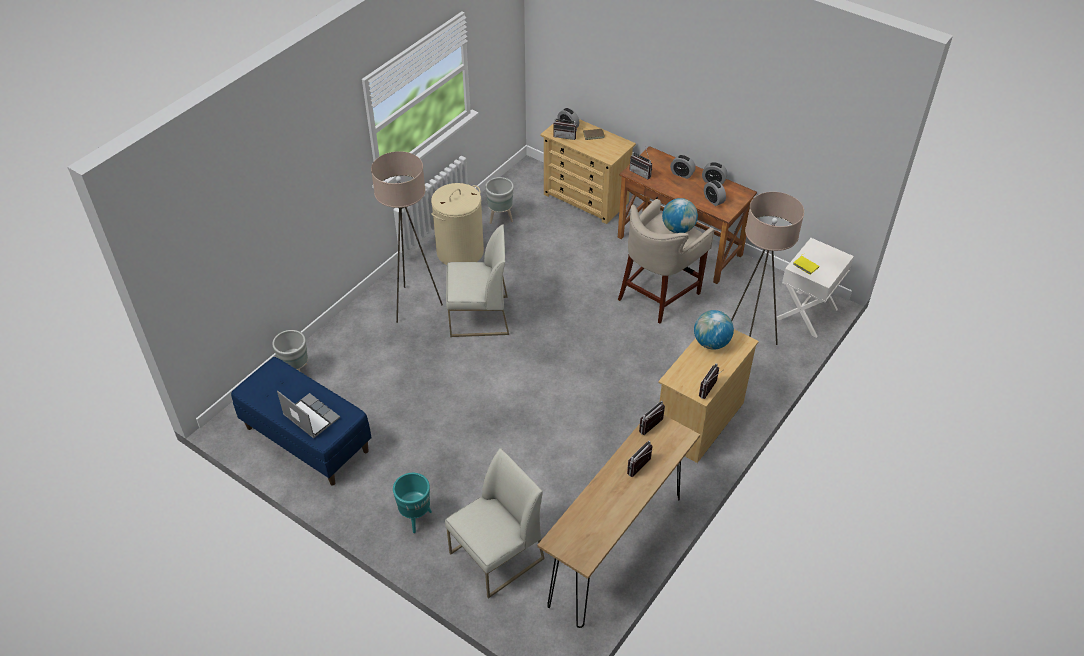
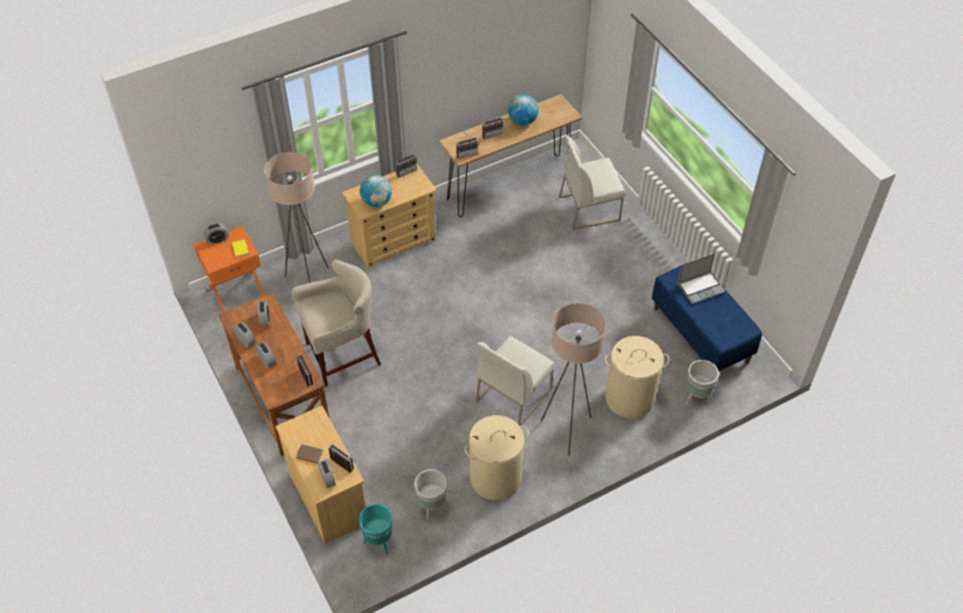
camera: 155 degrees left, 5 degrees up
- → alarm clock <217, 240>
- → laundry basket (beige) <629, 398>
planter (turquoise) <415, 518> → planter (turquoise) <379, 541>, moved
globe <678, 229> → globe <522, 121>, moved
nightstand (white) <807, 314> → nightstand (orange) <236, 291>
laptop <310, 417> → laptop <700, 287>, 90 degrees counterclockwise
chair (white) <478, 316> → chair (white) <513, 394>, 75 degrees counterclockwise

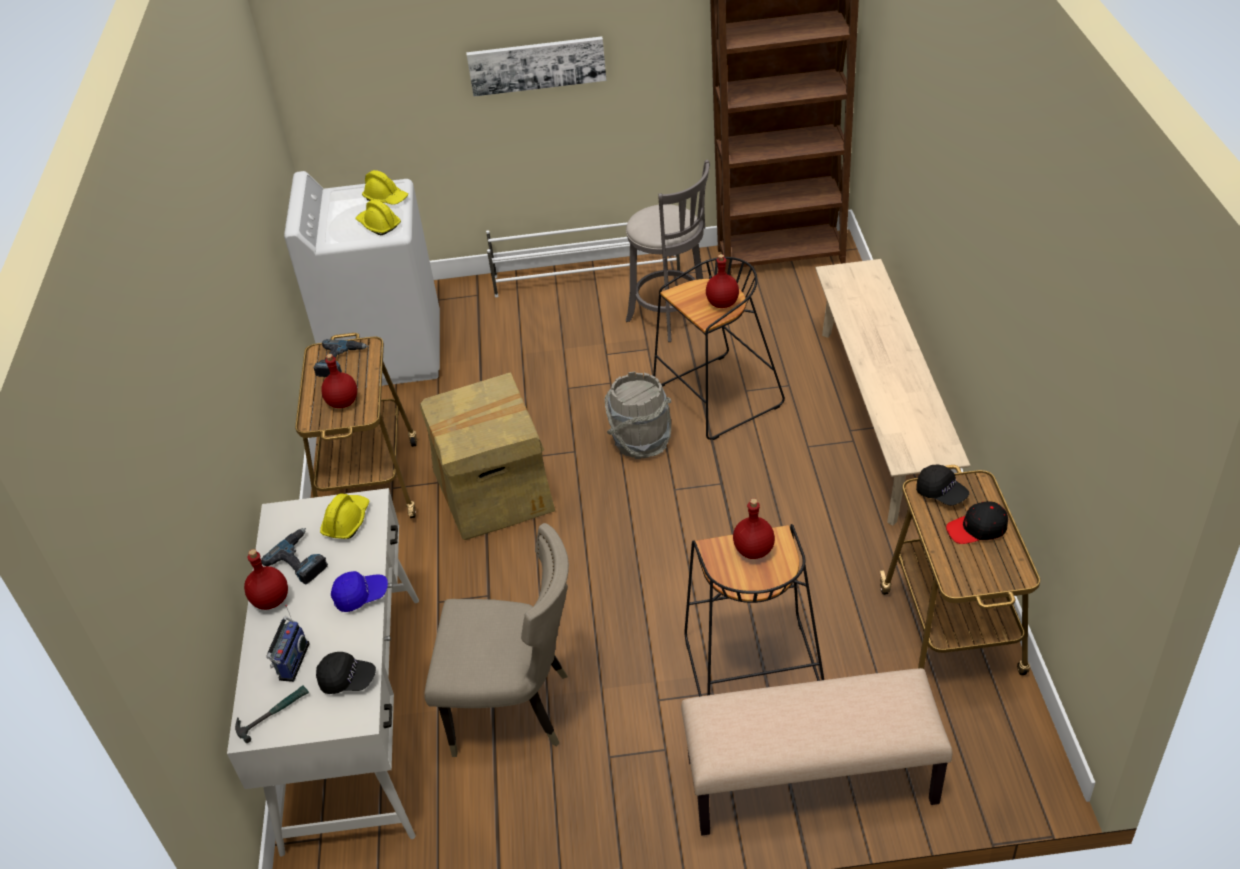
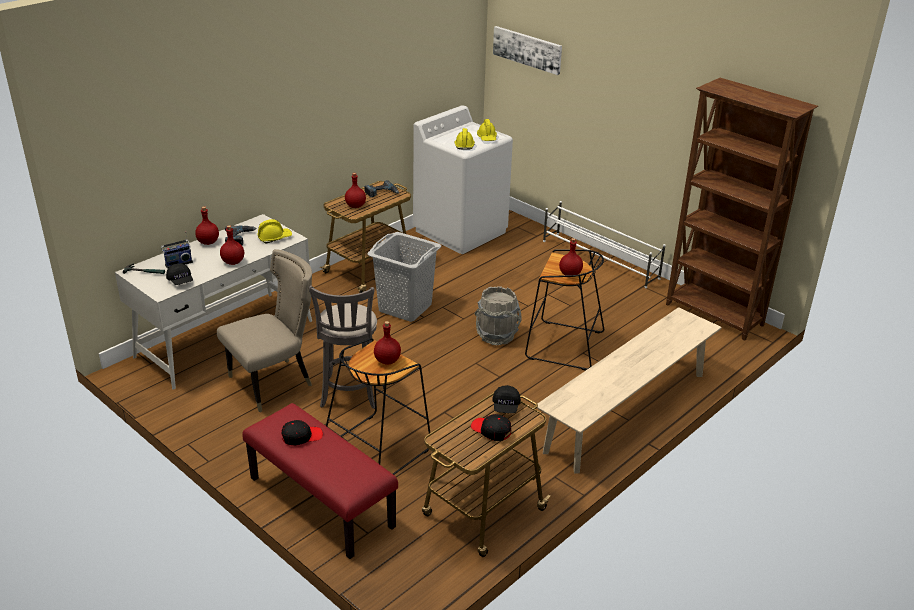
camera: 45 degrees right, 10 degrees down
- → cap (black) <301, 436>
picture <537, 65> → picture <527, 49>, moved
stool (grey) <672, 317> → stool (grey) <349, 395>, moved
cap (blue) <361, 596> → bottle (red) <233, 262>
cardboard box <493, 492> → laundry basket (grey) <405, 308>
bench (beige) <810, 782> → bench (red) <320, 503>
chair (beige) <516, 709> → chair (beige) <274, 382>, 90 degrees counterclockwise

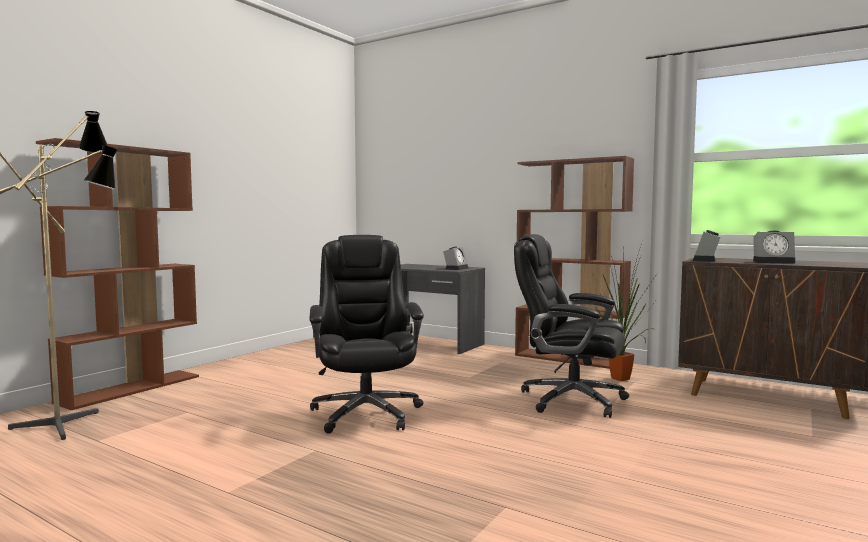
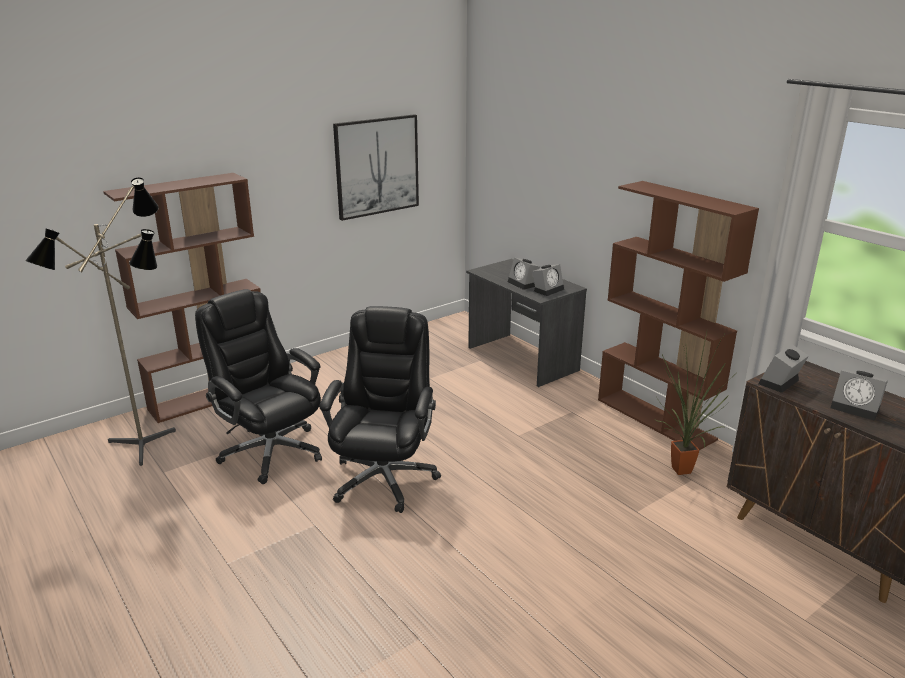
camera: 20 degrees right, 20 degrees up
- → picture <377, 166>
- → alarm clock <524, 284>
office chair (black) <569, 400> → office chair (black) <270, 451>, moved

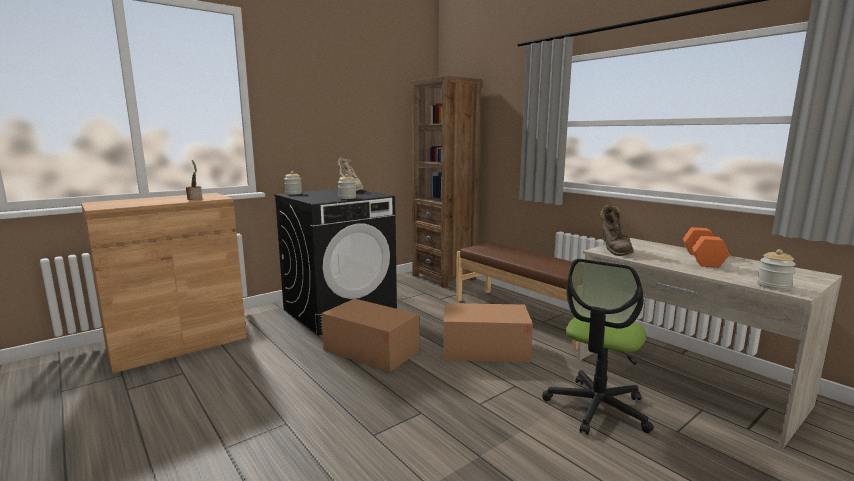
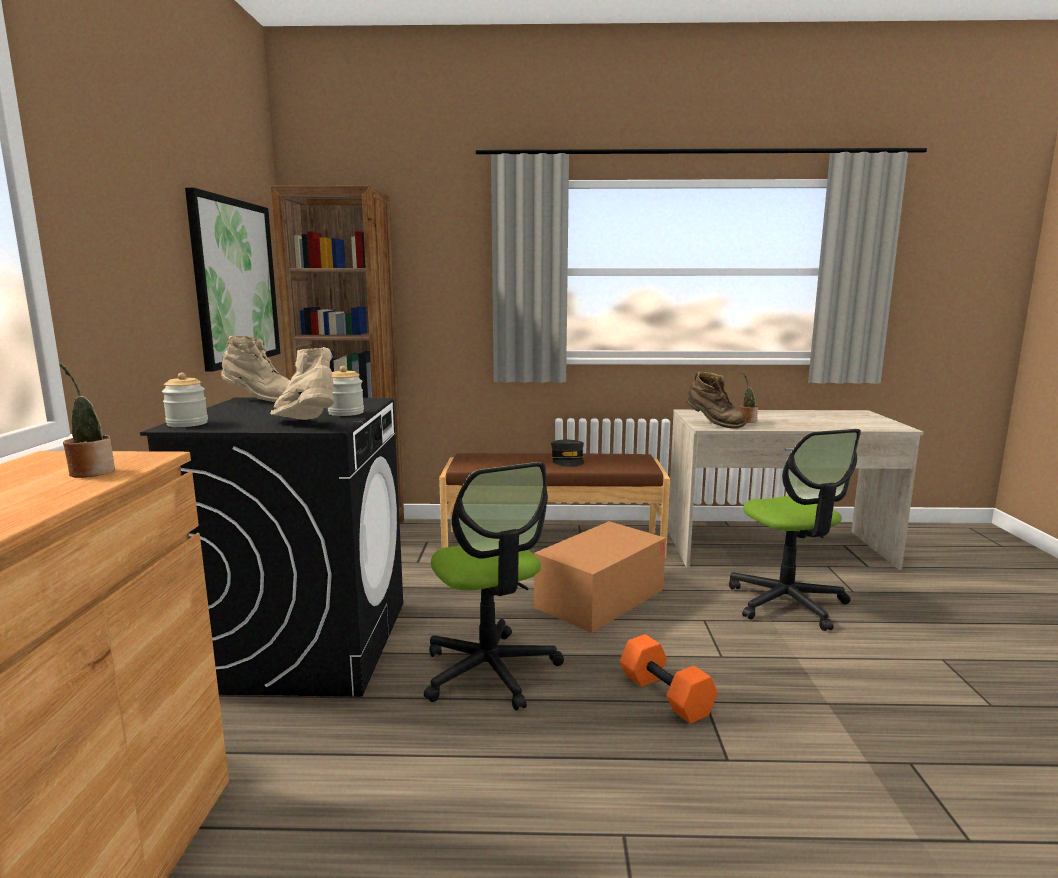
camera: 50 degrees left, 0 degrees up
jar <773, 286> → -
- → picture <235, 282>
- → boot (beige) <307, 425>
- → cap (grey) <568, 460>
- → potted plant <746, 420>
dumbbell (orange) <703, 259> → dumbbell (orange) <667, 695>, moved
cardboard box <371, 350> → office chair <490, 671>

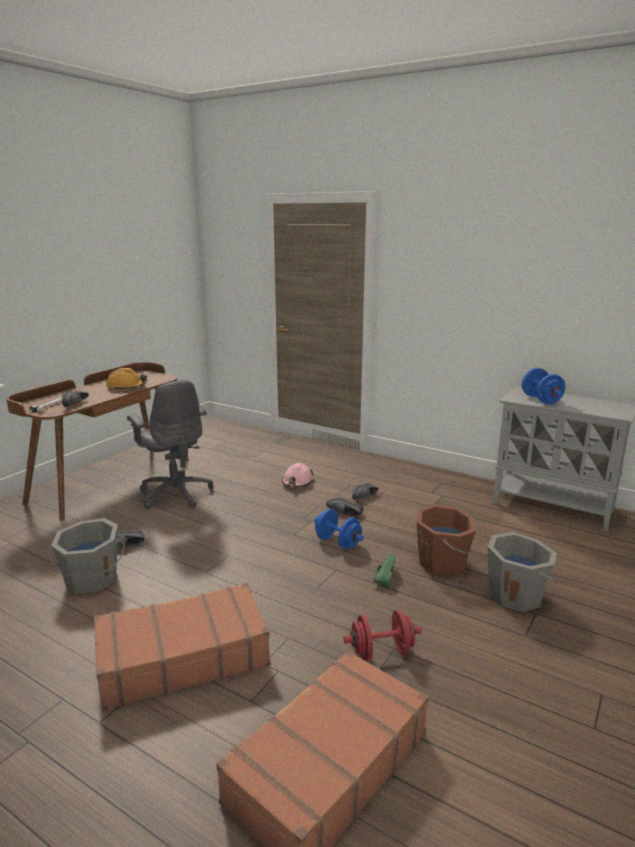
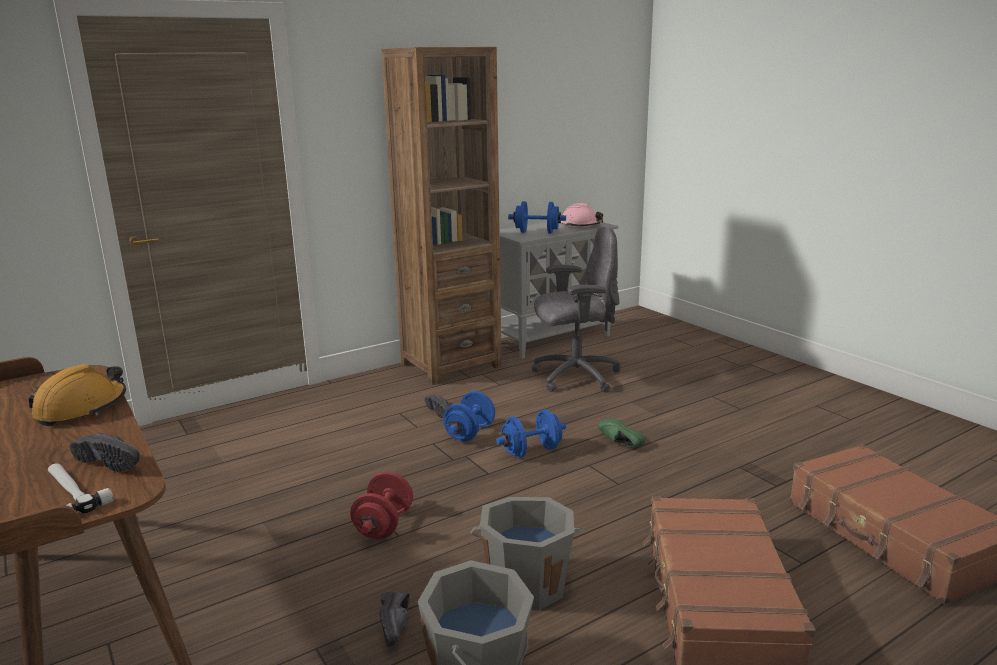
camera: 65 degrees left, 0 degrees up
bucket (brown) <443, 562> → -
- → bookcase (brown) <450, 365>
office chair (grey) <175, 494> → office chair (grey) <575, 376>, moved
hard hat (pink) <297, 482> → hard hat (pink) <581, 225>, moved
dumbbell (red) <381, 652> → dumbbell (red) <384, 525>, moved
bucket (grey) <516, 595> → bucket (grey) <527, 584>, moved
shoe (black) <344, 514> → dumbbell (blue) <470, 433>

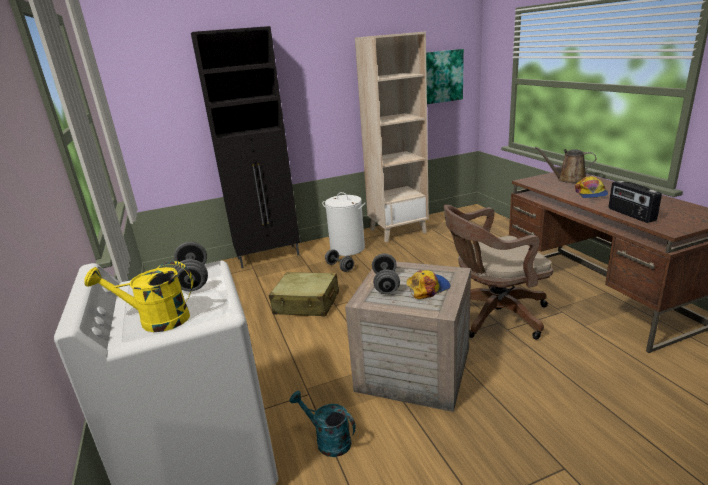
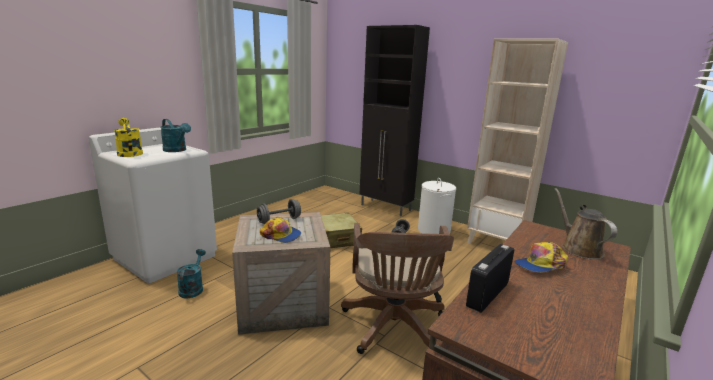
camera: 55 degrees right, 5 degrees down
picture <440, 76> → -
dumbbell (grey) <193, 279> → watering can (turquoise) <177, 150>
office chair (brown) <492, 315> → office chair (brown) <394, 329>, 135 degrees counterclockwise

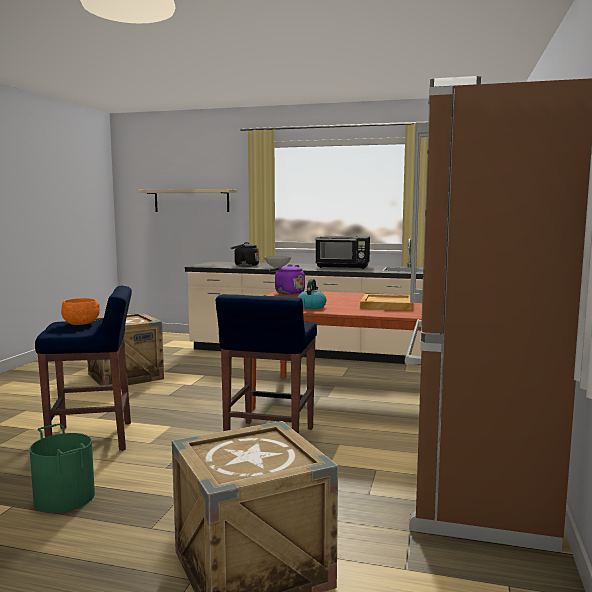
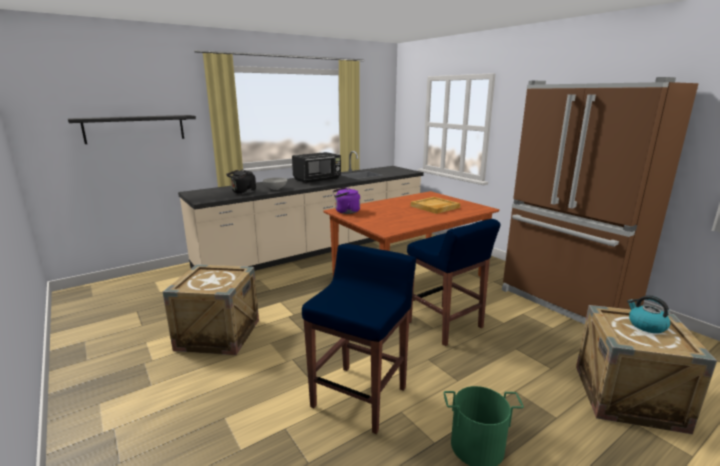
camera: 50 degrees left, 10 degrees up
bowl (orange) <81, 323> → -
kettle <311, 307> → kettle <646, 325>, moved
shelf (beige) <191, 201> → shelf (black) <135, 129>

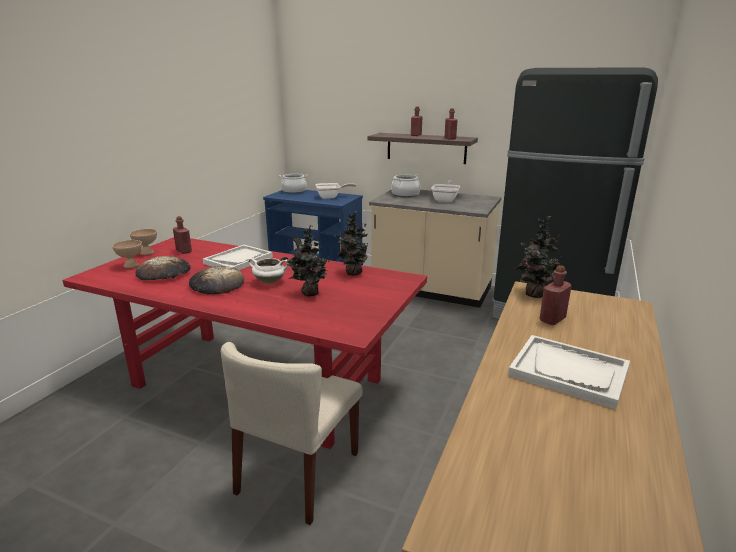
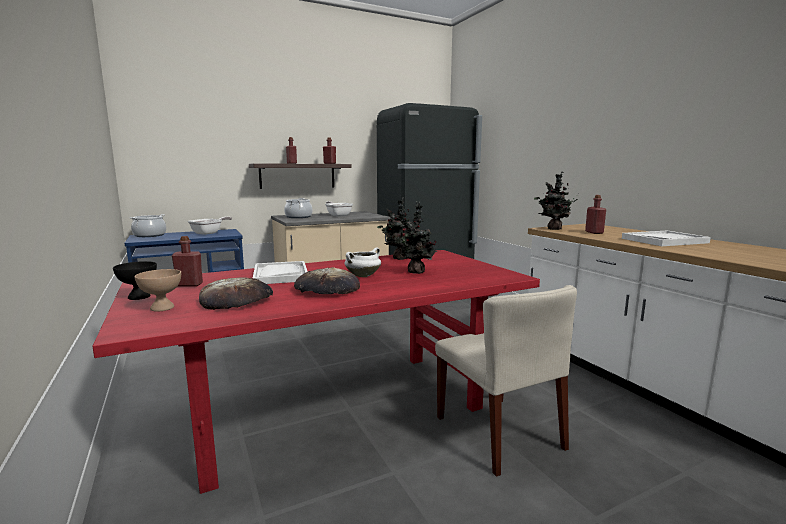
camera: 50 degrees left, 10 degrees down
bowl (beige) <147, 253> → bowl (black) <140, 297>

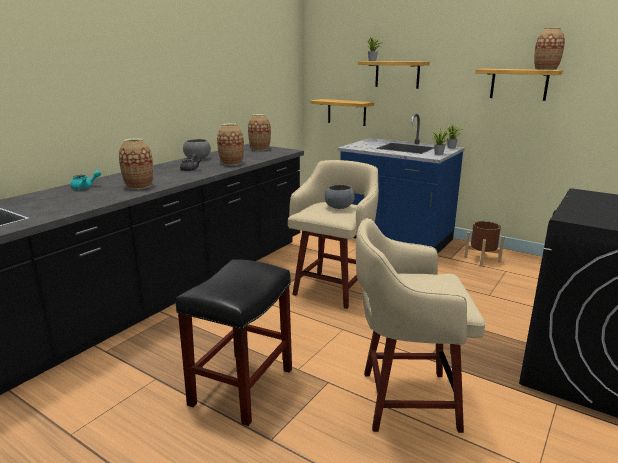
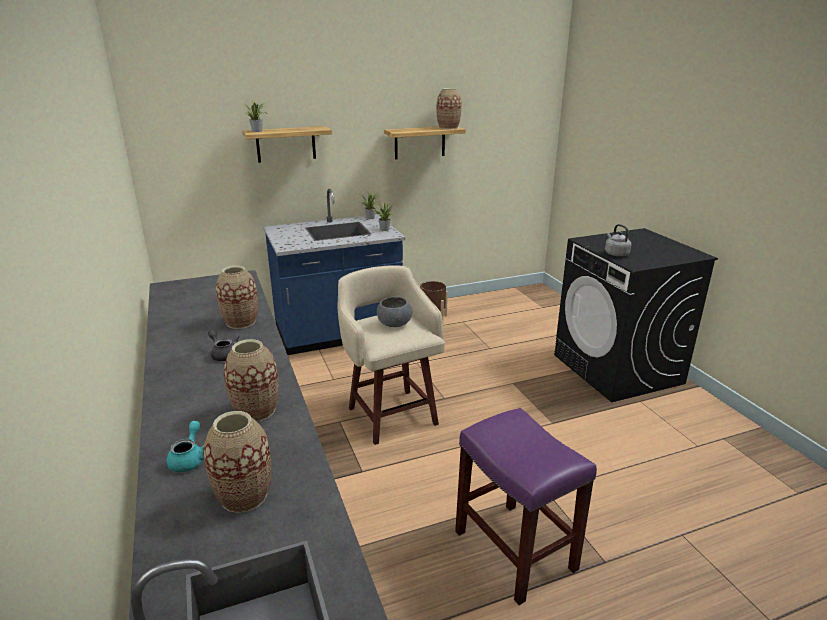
camera: 55 degrees left, 5 degrees up
bowl (grey) <197, 158> → -
shelf <346, 112> → -
stool (beige) <405, 400> → -
- → kettle (grey) <615, 253>
vase <260, 148> → vase <244, 495>, moved
stool (black) <242, 386> → stool (purple) <513, 550>

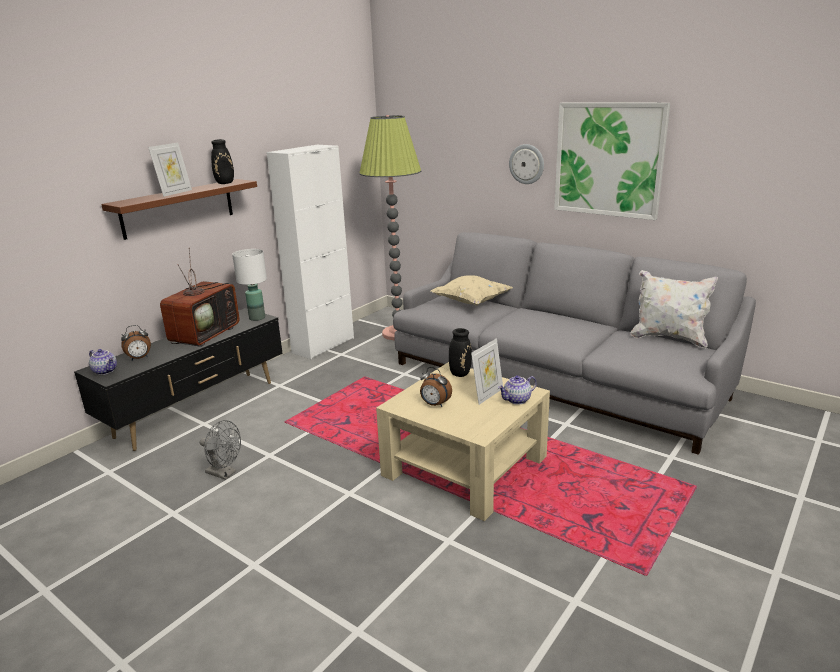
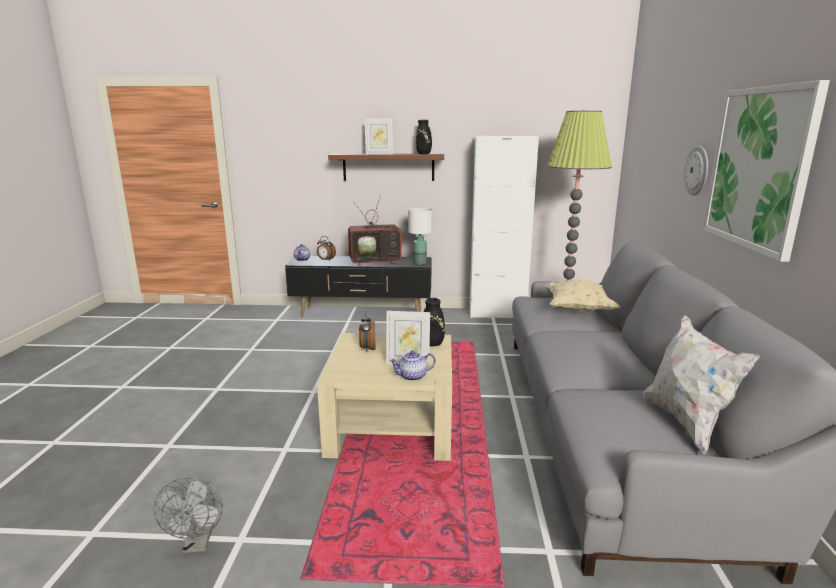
camera: 55 degrees right, 5 degrees down
fan (grey) <224, 473> → fan (grey) <198, 544>, moved
teapot <517, 400> → teapot <412, 377>, 45 degrees counterclockwise

